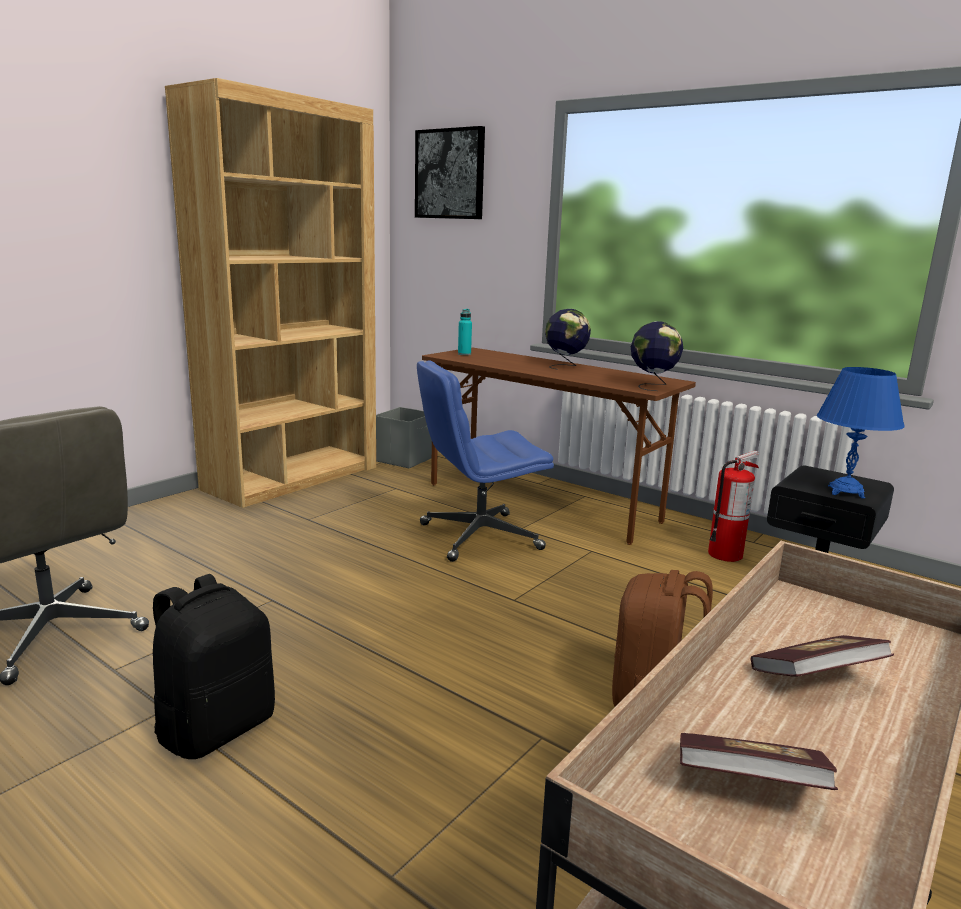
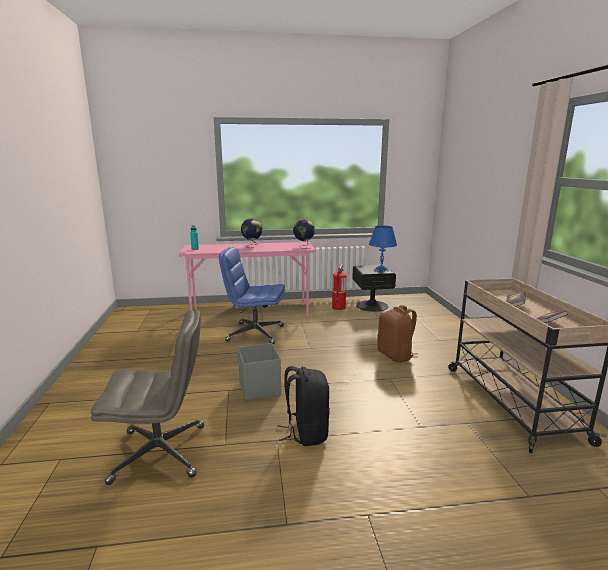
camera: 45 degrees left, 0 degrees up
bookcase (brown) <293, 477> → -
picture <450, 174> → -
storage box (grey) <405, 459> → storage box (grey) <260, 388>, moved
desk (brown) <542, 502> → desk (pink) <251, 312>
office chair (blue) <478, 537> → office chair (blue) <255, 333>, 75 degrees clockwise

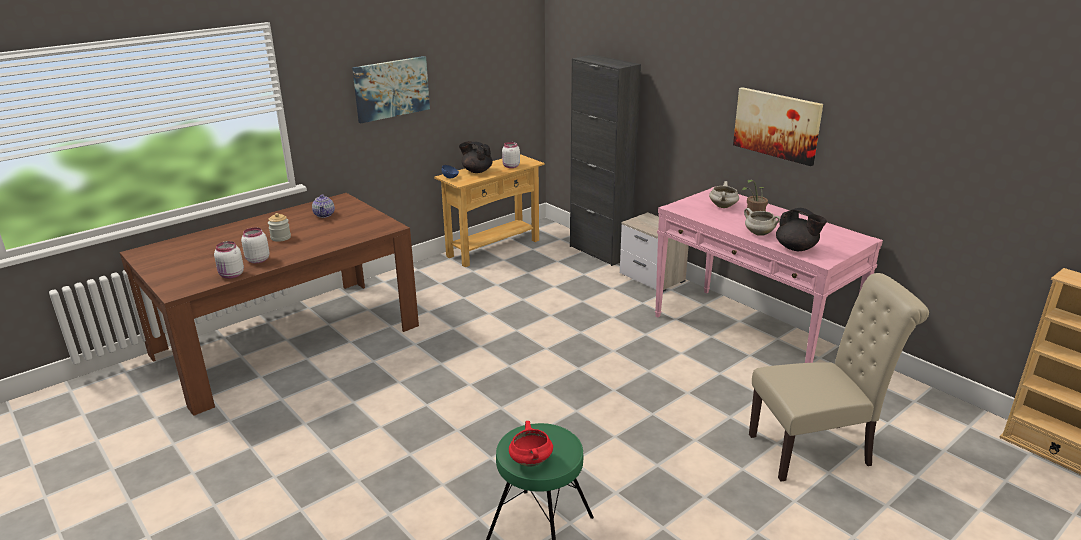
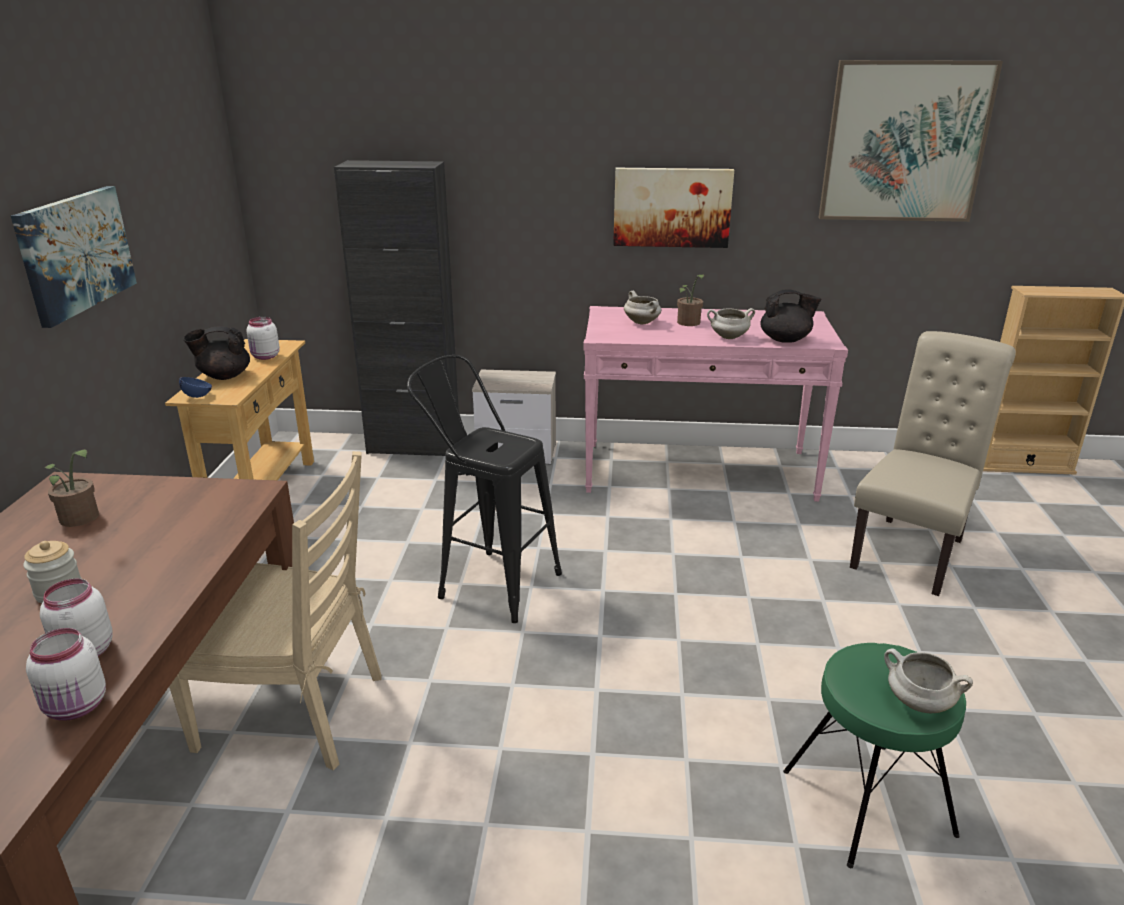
camera: 45 degrees left, 0 degrees up
- → chair (beige) <293, 711>
- → stool (black) <489, 582>
- → picture <905, 142>
teapot <324, 214> → potted plant <80, 519>
cooking pot (red) <530, 460> → cooking pot (white) <918, 703>

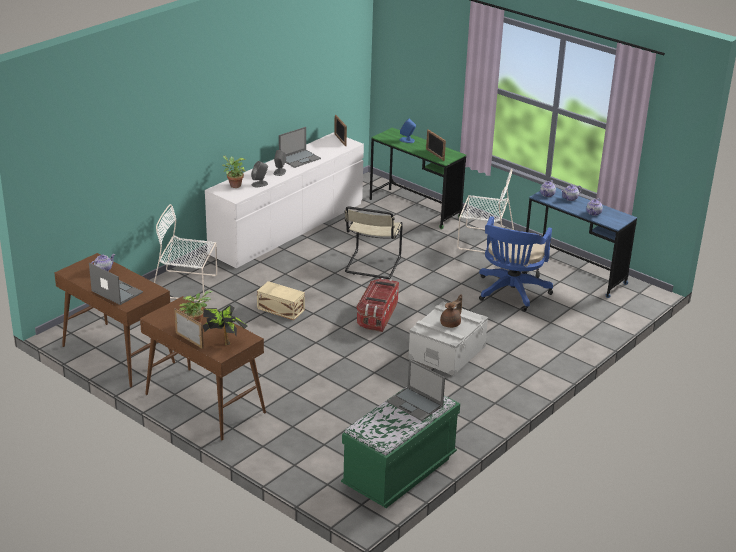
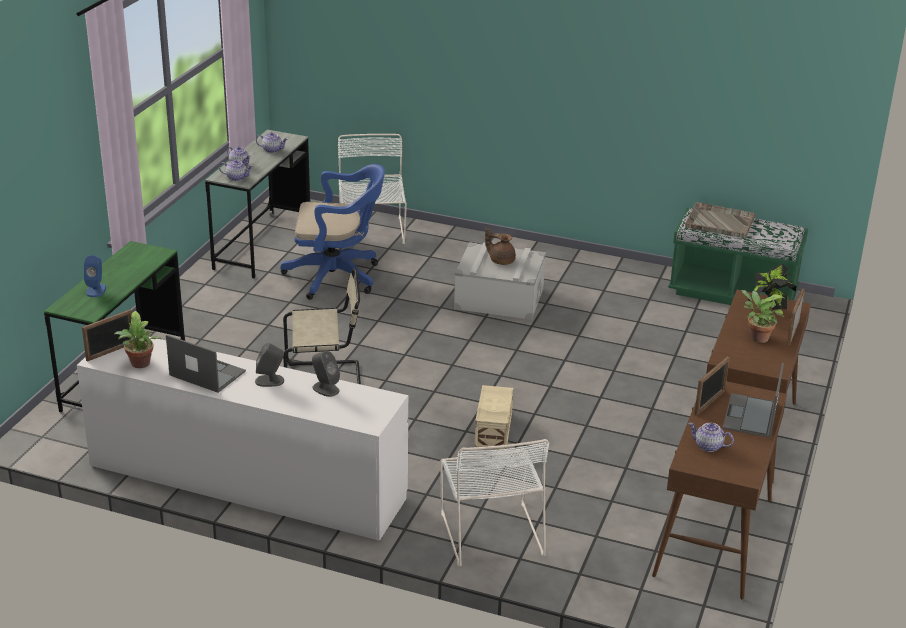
camera: 110 degrees left, 0 degrees up
storage box <377, 316> → -
potted plant <234, 185> → potted plant <140, 365>, moved
picture frame <435, 155> → picture frame <709, 403>, moved
chair (white) <483, 240> → chair (white) <371, 232>, moved
laptop <415, 404> → tray (grey) <719, 222>
desk (blue) <574, 273> → desk (grey) <263, 245>

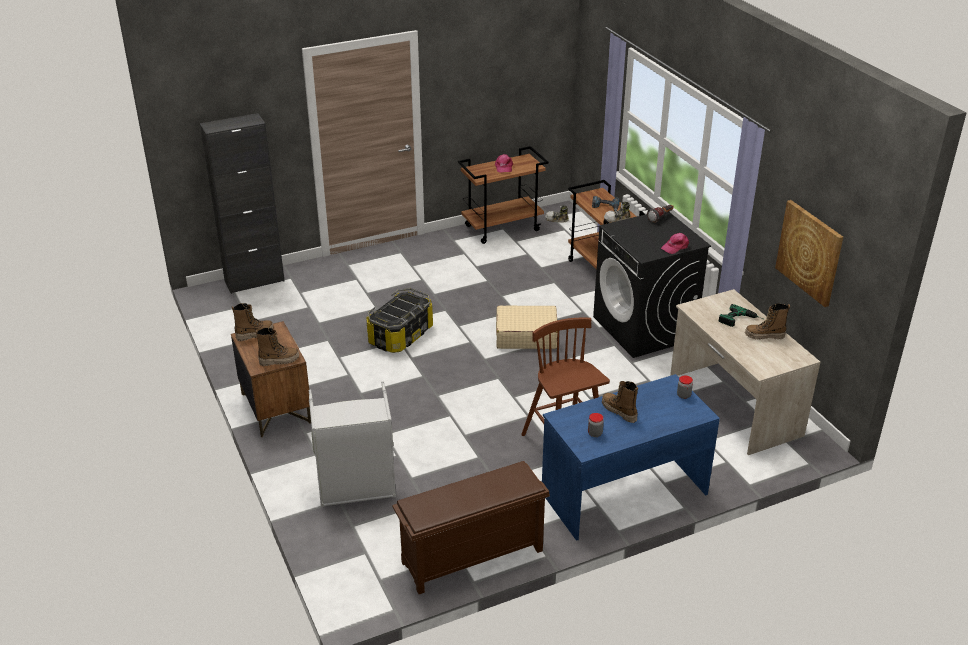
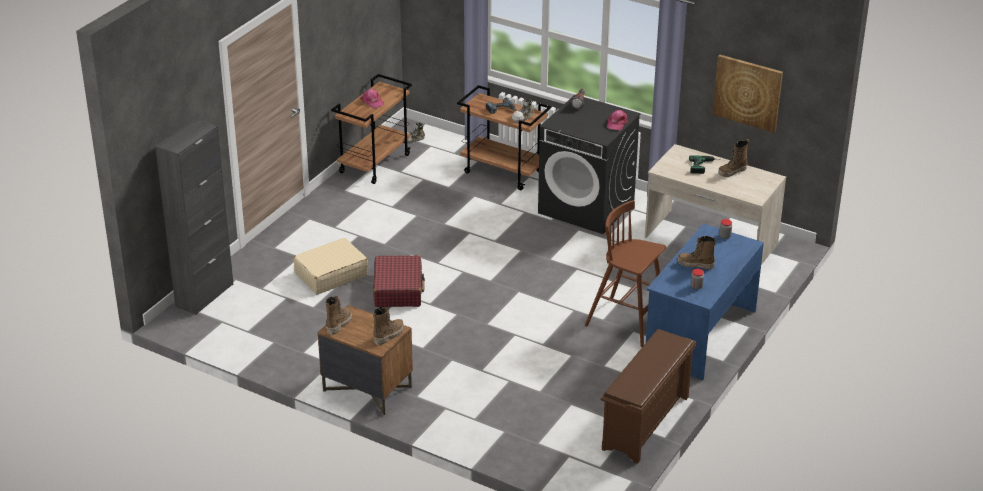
camera: 35 degrees left, 0 degrees up
laundry basket (grey) <356, 488> → -
suitcase (beige) <526, 336> → suitcase (beige) <330, 274>, moved
storage box <400, 335> → suitcase (red) <398, 289>

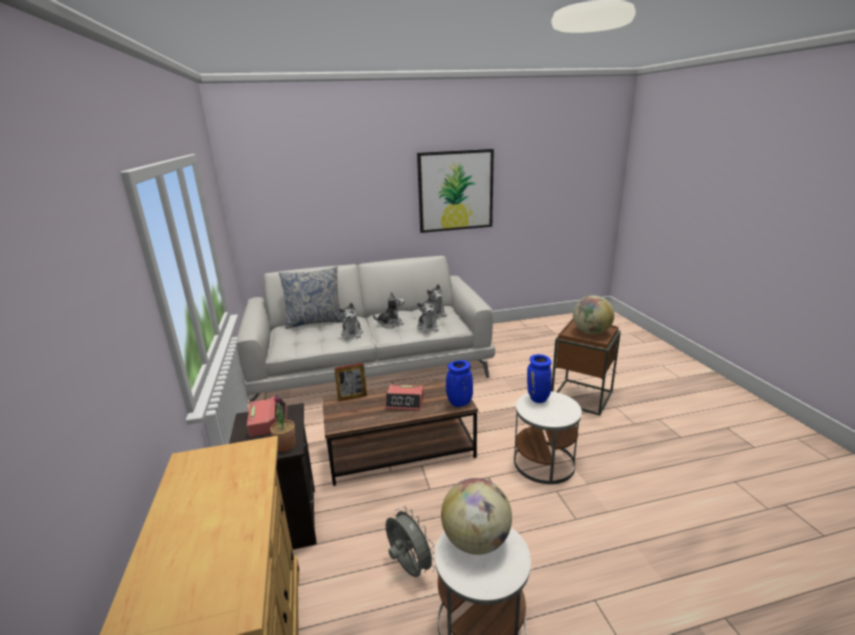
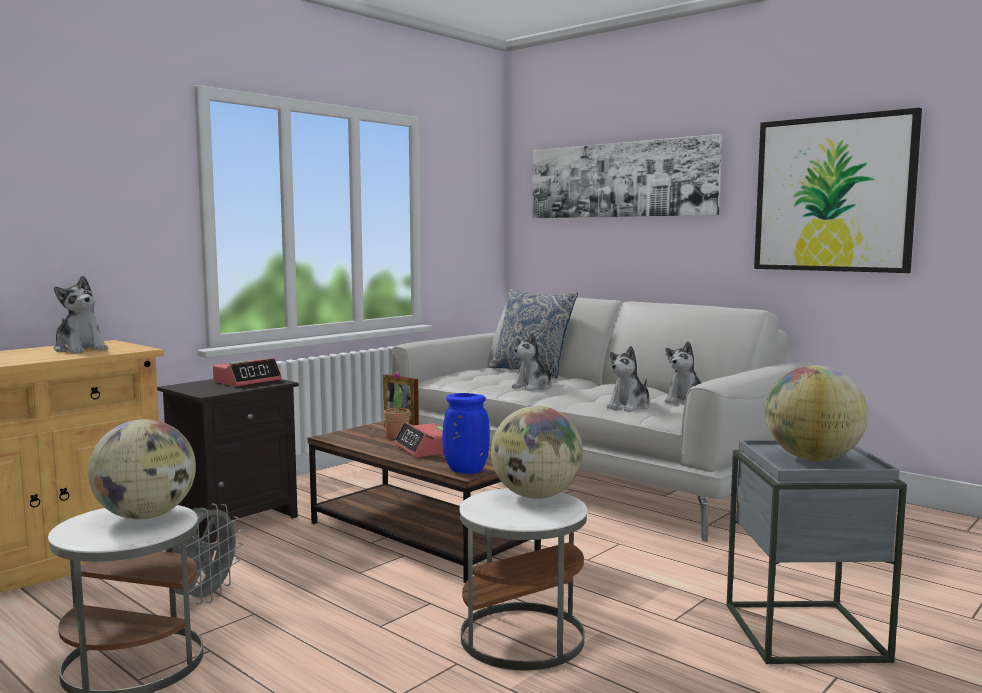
camera: 55 degrees right, 15 degrees down
- → picture <620, 180>
potted plant <285, 445> → potted plant <397, 436>, moved
plush toy <390, 323> → plush toy <80, 349>, moved
vase (blue) <538, 399> → globe <536, 496>
side table (brown) <582, 396> → side table (grey) <805, 632>

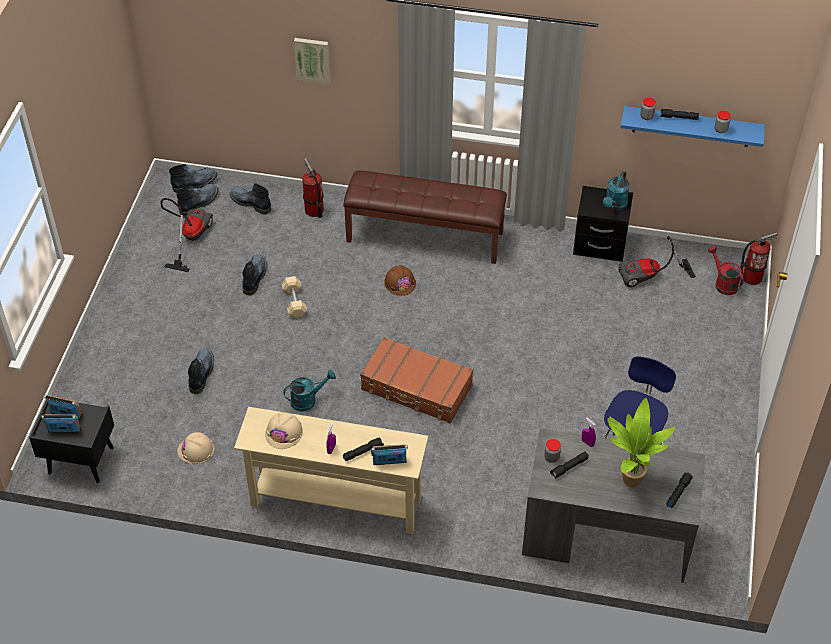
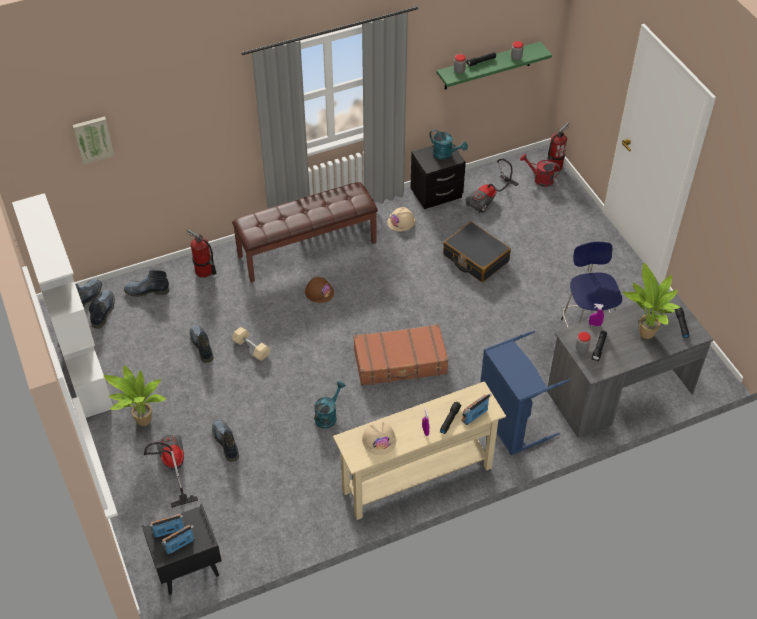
camera: 35 degrees left, 0 degrees up
- → bookcase (white) <84, 373>
- → potted plant <143, 423>
- → suitcase (black) <475, 258>
- → laundry basket (blue) <510, 423>
vacuum cleaner <190, 238> → vacuum cleaner <172, 468>, moved
hard hat (beige) <196, 450> → hard hat (beige) <401, 222>, moved
picture <312, 59> → picture <93, 139>, moved
shelf (blue) <691, 127> → shelf (green) <488, 66>
watering can (turquoise) <614, 205> → watering can (turquoise) <445, 155>, 45 degrees counterclockwise

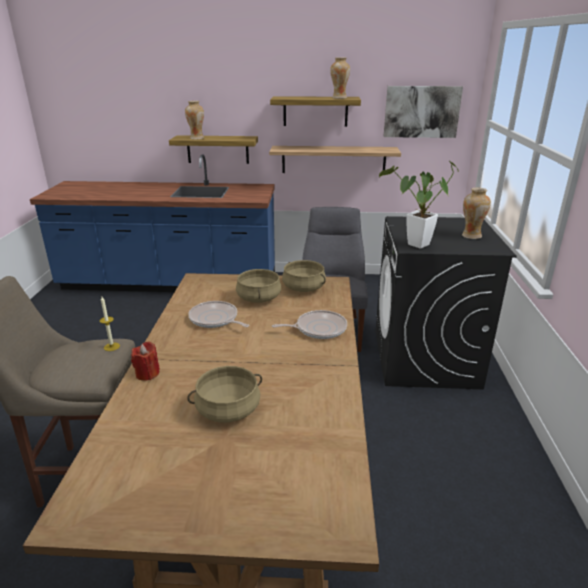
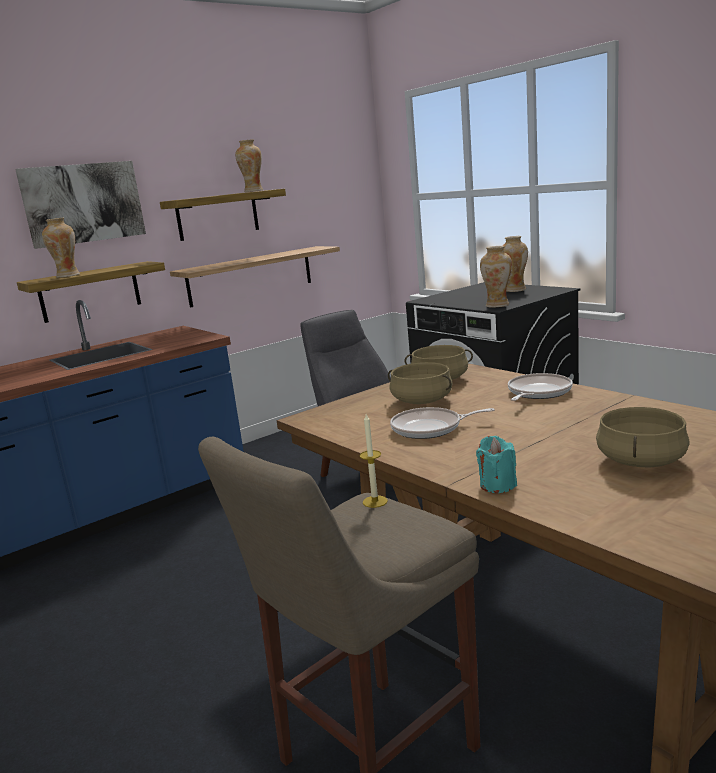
camera: 40 degrees left, 10 degrees down
picture <421, 111> → picture <83, 203>, moved
potted plant <415, 246> → vase <497, 305>
candle (red) <147, 373> → candle (turquoise) <497, 485>

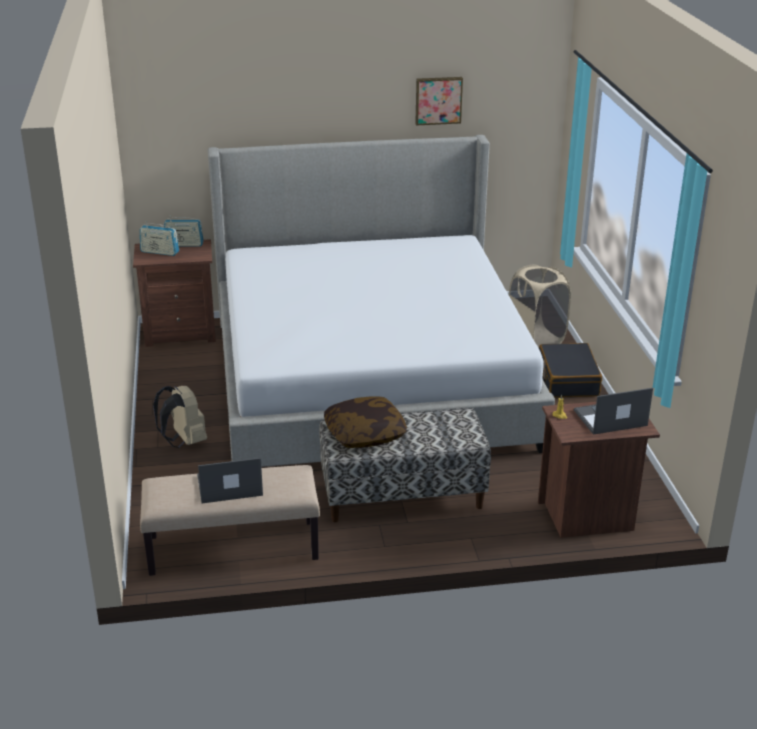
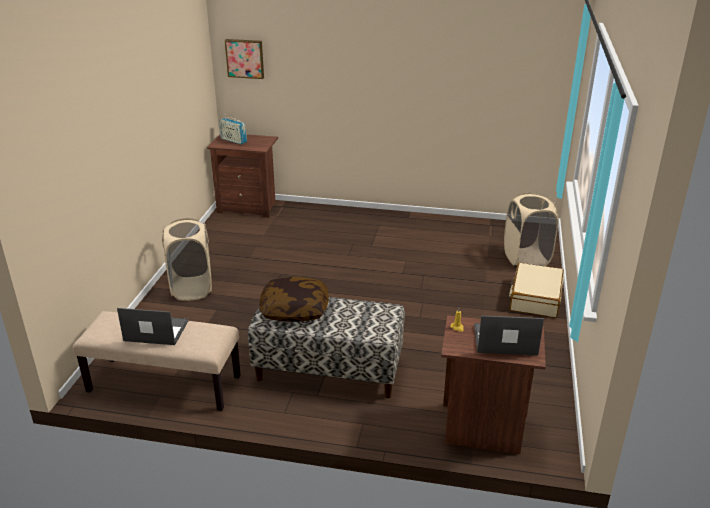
camera: 20 degrees right, 0 degrees up
radio <184, 244> → -
bed <369, 380> → -
picture <438, 100> → picture <245, 58>, moved
backpack (beige) <184, 441> → laundry basket (beige) <192, 288>
suitcase (black) <567, 380> → suitcase (beige) <535, 298>

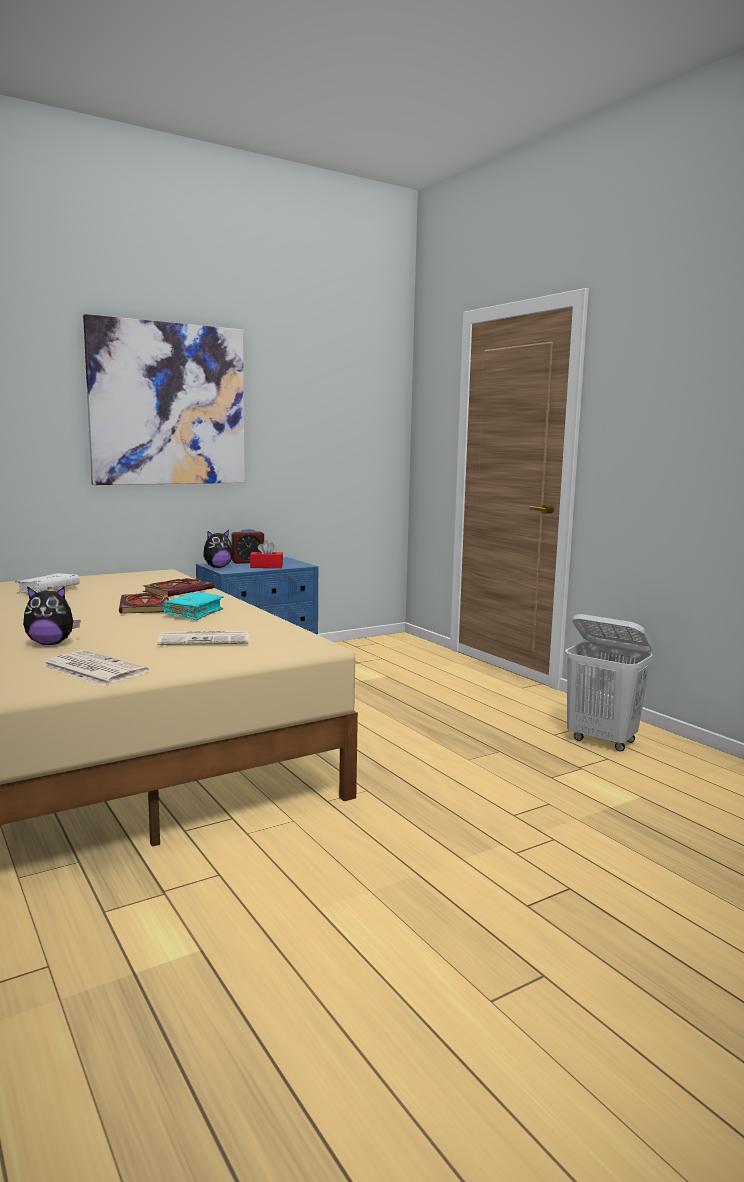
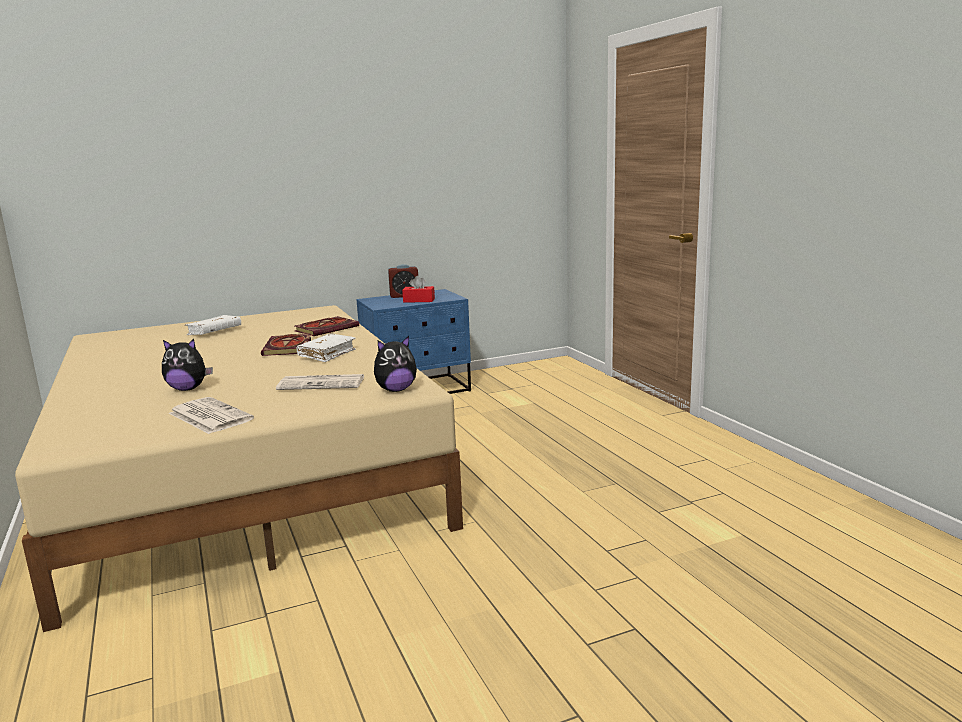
camera: 10 degrees right, 5 degrees up
picture <168, 404> → -
laundry basket (white) <602, 741> → -
plush toy <217, 567> → plush toy <395, 390>, moved
book (turquoise) <194, 613> → book (white) <327, 354>

